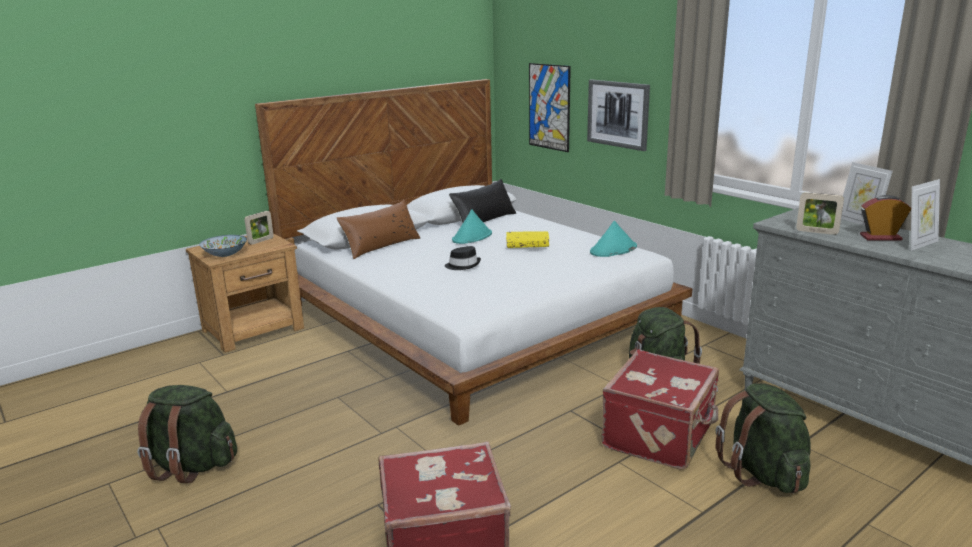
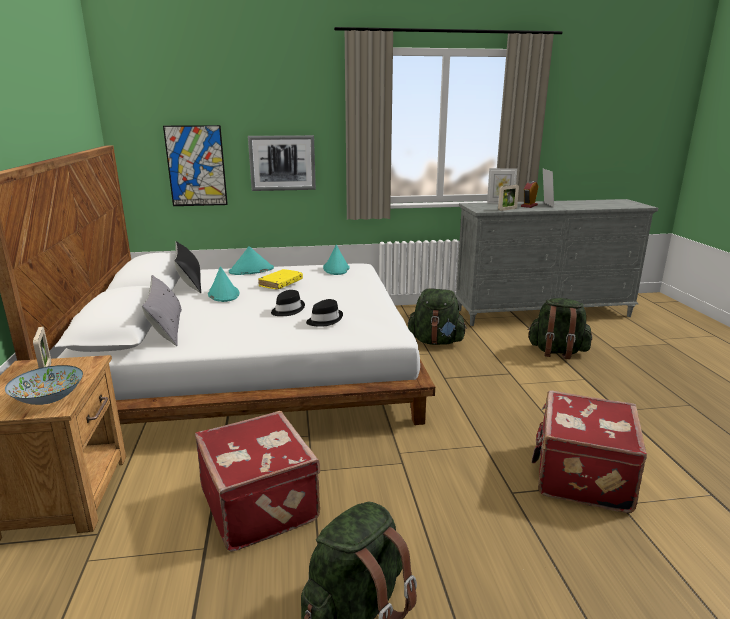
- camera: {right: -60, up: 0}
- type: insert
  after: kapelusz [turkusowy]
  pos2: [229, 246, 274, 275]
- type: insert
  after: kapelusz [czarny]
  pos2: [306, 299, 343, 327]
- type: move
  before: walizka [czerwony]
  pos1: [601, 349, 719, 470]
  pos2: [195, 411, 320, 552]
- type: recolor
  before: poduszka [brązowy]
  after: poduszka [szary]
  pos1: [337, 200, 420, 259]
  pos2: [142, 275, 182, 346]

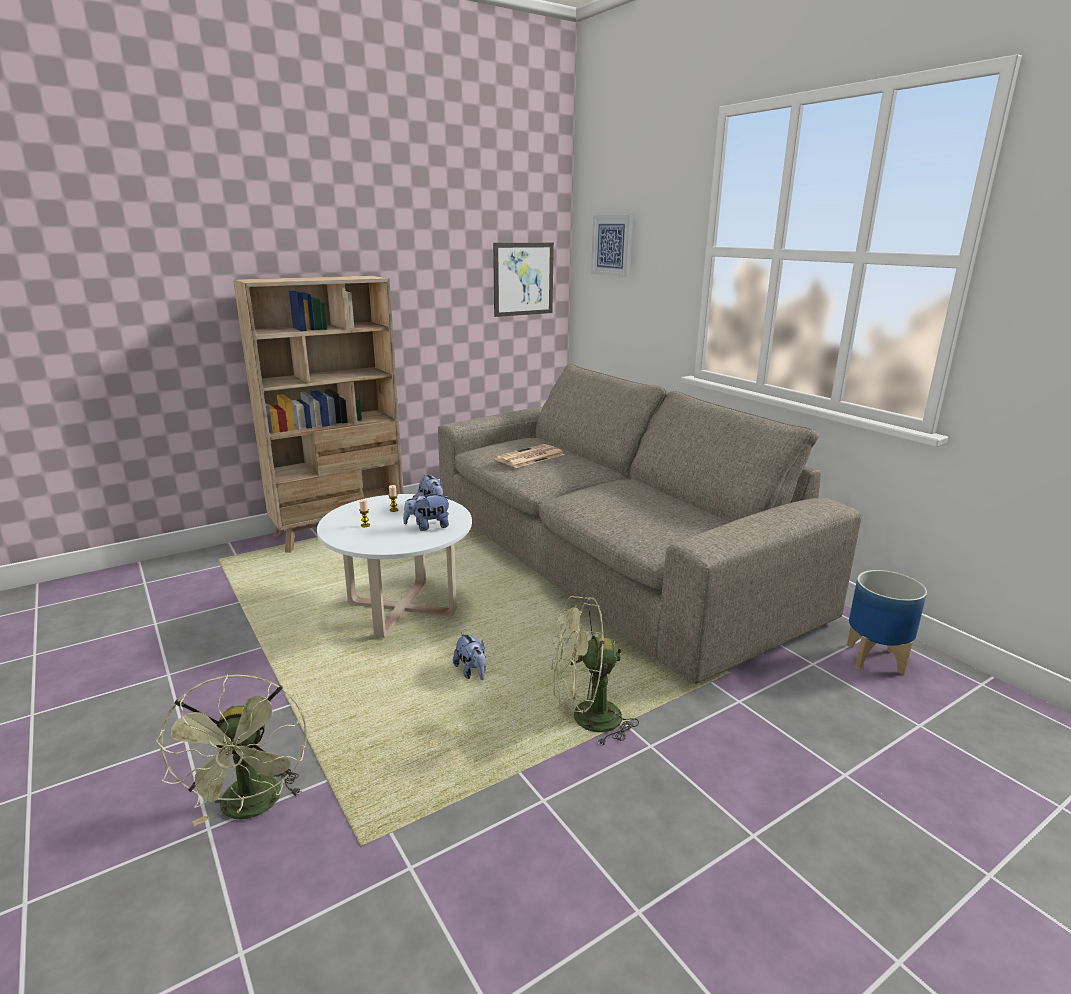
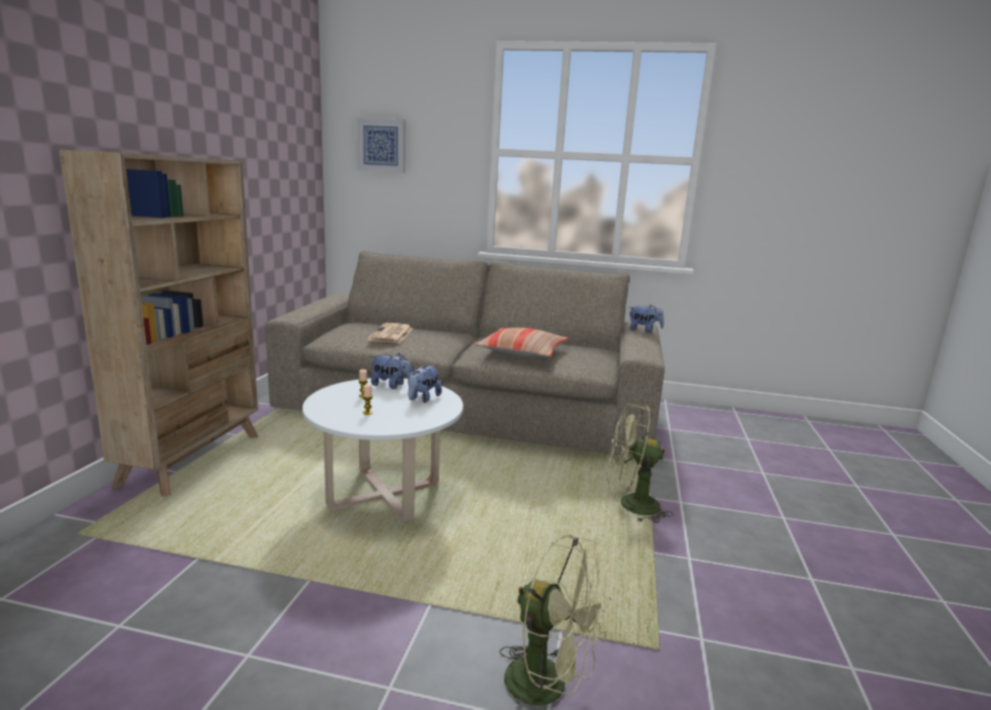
- camera: {right: -45, up: -5}
- type: delete
  before: obraz
  pos1: [493, 243, 554, 317]
- type: delete
  before: donica
  pos1: [847, 570, 927, 675]
- type: insert
  after: poduszka
  pos2: [475, 327, 569, 358]
- type: move
  before: pluszak
  pos1: [453, 632, 486, 680]
  pos2: [628, 305, 664, 333]
- type: rotate
  before: wentylator [zielony]
  pos1: [551, 596, 639, 746]
  pos2: [606, 404, 674, 523]
  turn: 60

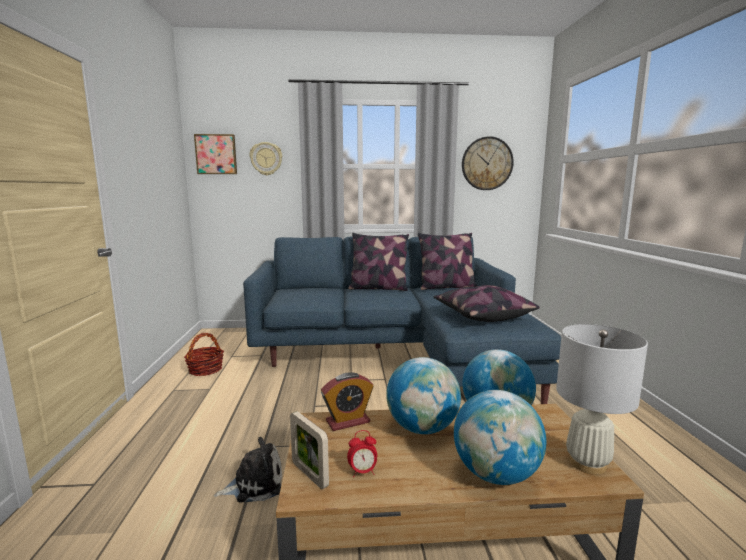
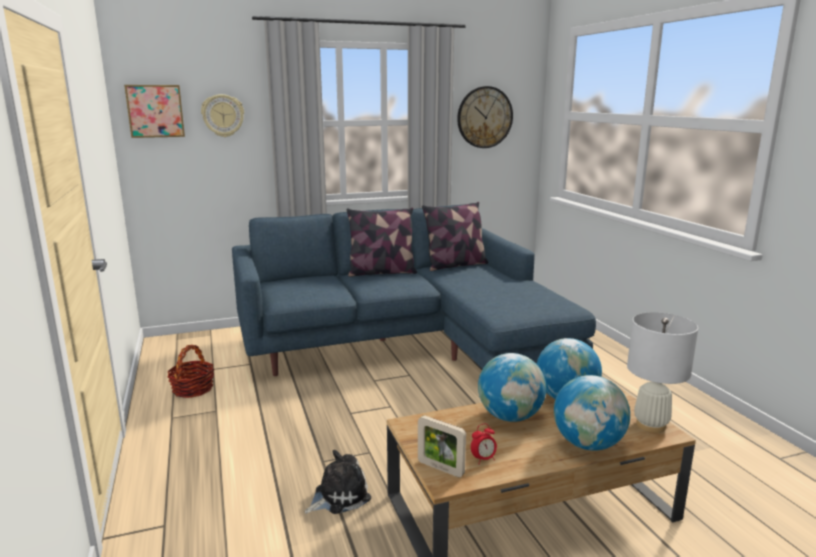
- camera: {right: -15, up: 5}
- type: delete
  before: budzik
  pos1: [321, 372, 374, 431]
- type: delete
  before: poduszka
  pos1: [434, 285, 540, 322]

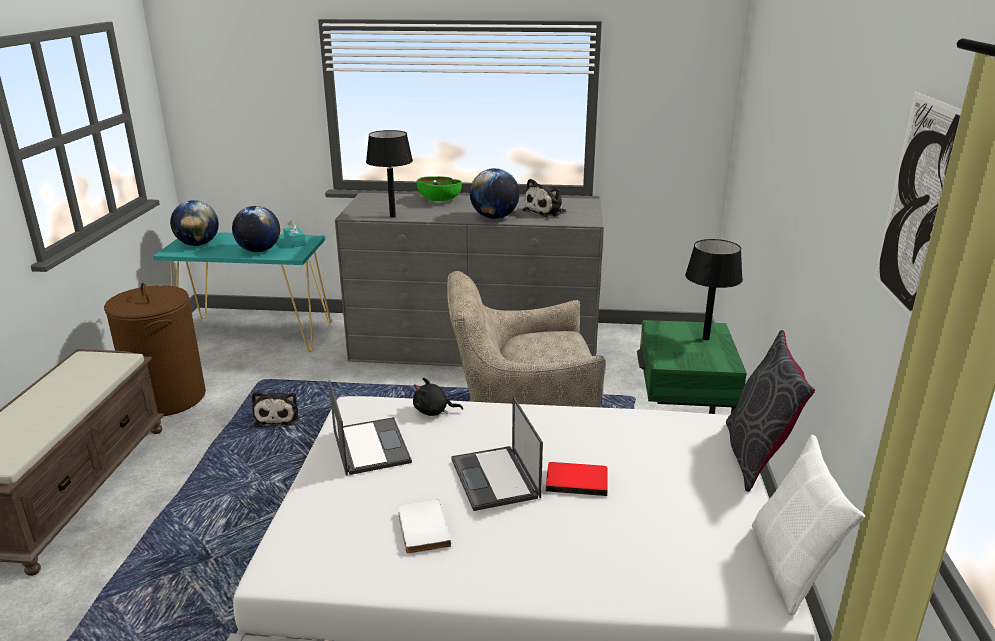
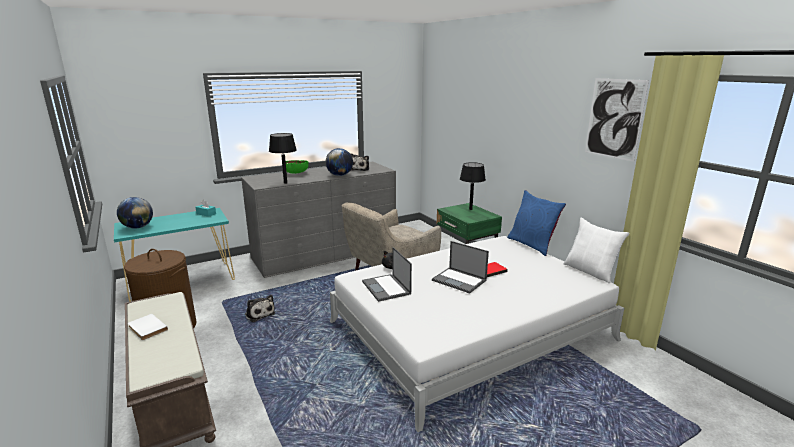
- camera: {right: -35, up: -5}
- type: delete
  before: globus
  pos1: [232, 206, 280, 252]
- type: move
  before: książka [biały]
  pos1: [398, 499, 451, 554]
  pos2: [128, 314, 168, 340]
- type: recolor
  before: poduszka [szary]
  after: poduszka [niebieski]
  pos1: [726, 330, 815, 492]
  pos2: [507, 190, 566, 256]
- type: rotate
  before: laptop
  pos1: [329, 380, 412, 476]
  pos2: [362, 247, 412, 302]
  turn: -150

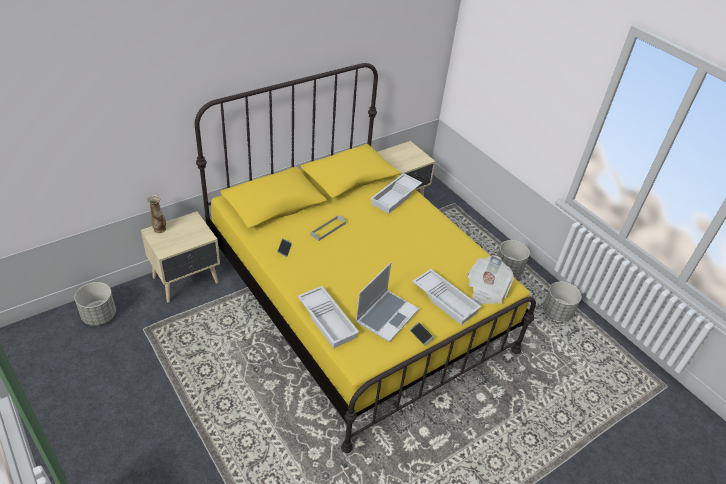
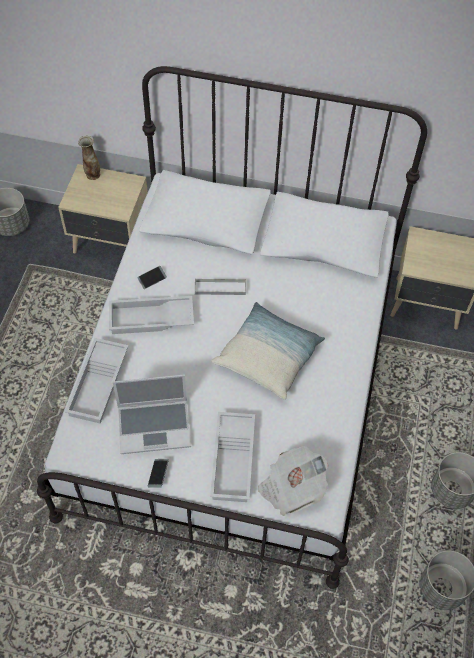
- camera: {right: 50, up: 15}
- type: insert
  after: poduszka
  pos2: [211, 302, 325, 400]
- type: move
  before: taca [biały]
  pos1: [370, 173, 422, 214]
  pos2: [109, 296, 194, 334]
- type: recolor
  before: łóżko [żółty]
  after: łóżko [biały]
  pos1: [195, 63, 536, 453]
  pos2: [37, 66, 427, 589]

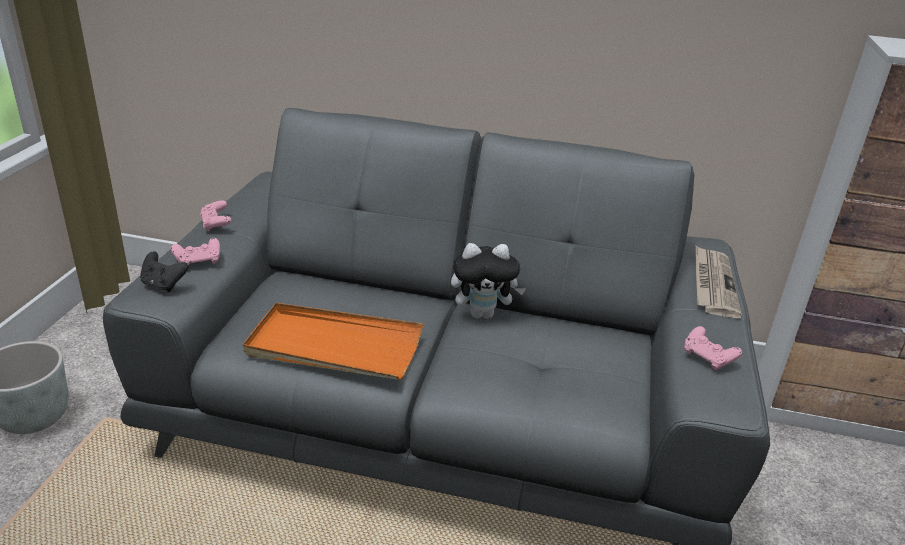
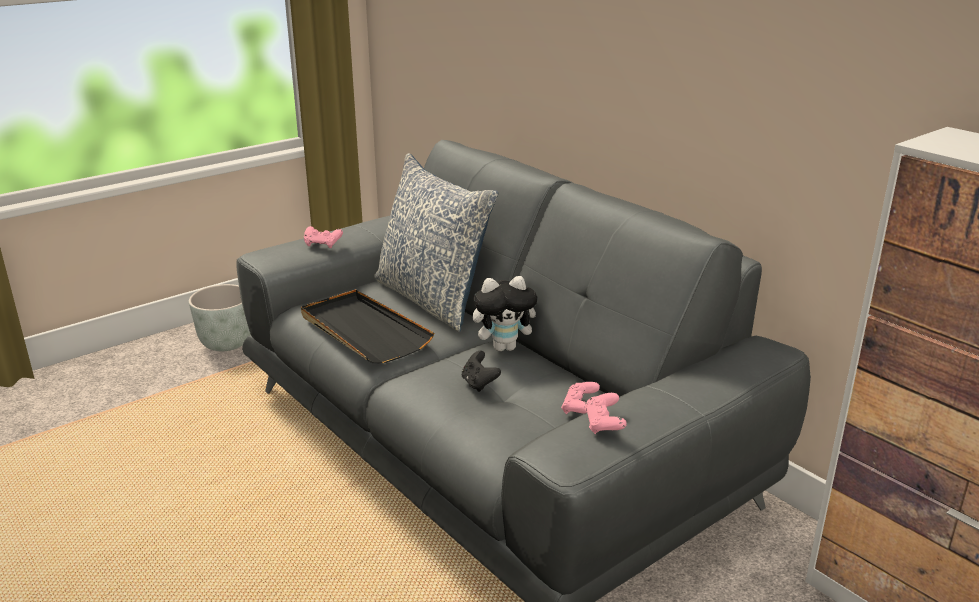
- camera: {right: 40, up: -5}
- type: delete
  before: gazeta
  pos1: [696, 246, 742, 318]
- type: insert
  after: poduszka
  pos2: [374, 153, 498, 332]
- type: move
  before: pad do gier [czarny]
  pos1: [140, 251, 189, 292]
  pos2: [462, 351, 501, 392]
- type: move
  before: pad do gier [różowy]
  pos1: [200, 201, 231, 232]
  pos2: [561, 382, 600, 414]
- type: recolor
  before: taca [pomarańczowy]
  after: taca [czarny]
  pos1: [243, 303, 423, 380]
  pos2: [301, 289, 434, 364]
- type: rotate
  before: pluszak
  pos1: [451, 243, 526, 319]
  pos2: [473, 276, 538, 351]
  turn: -45

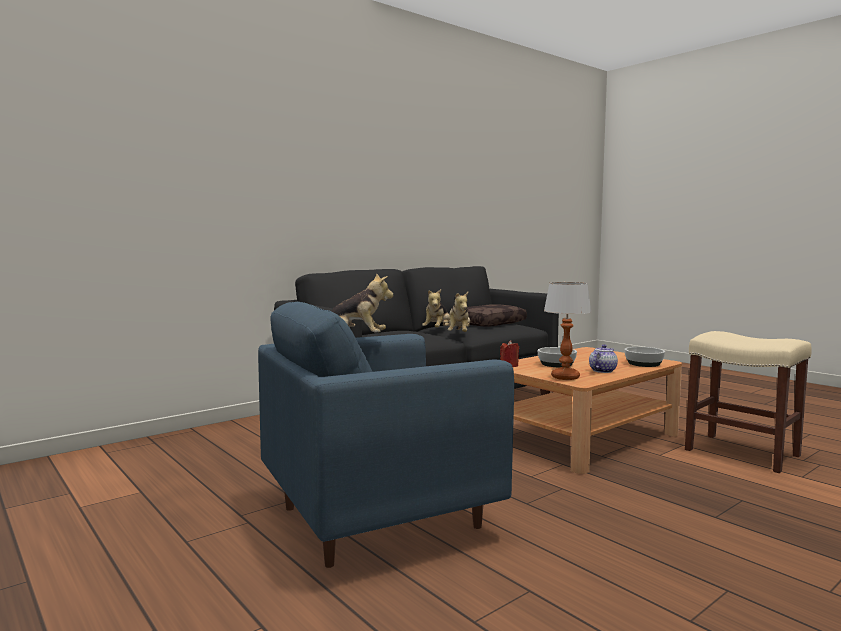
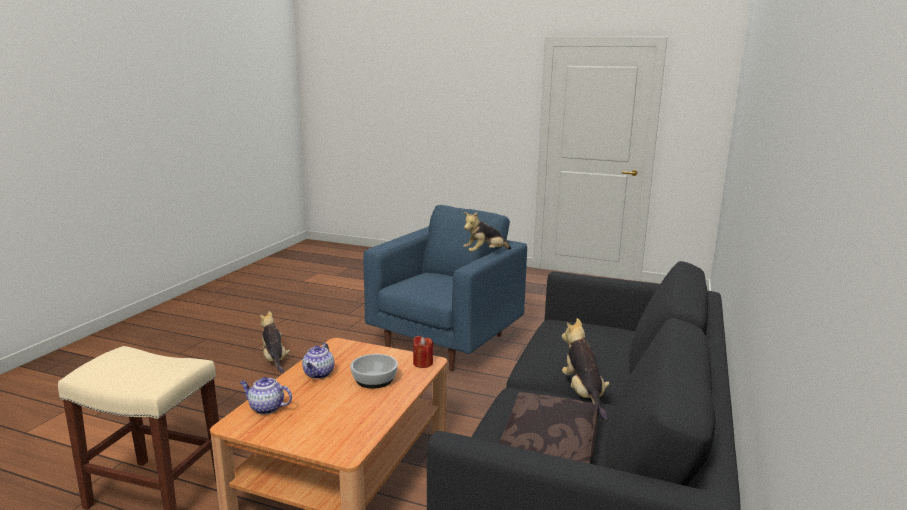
- camera: {right: 150, up: 10}
- type: delete
  before: lampa stołowa
  pos1: [544, 282, 591, 380]
- type: move
  before: pluszak
  pos1: [445, 292, 470, 332]
  pos2: [260, 311, 290, 373]
- type: replace
  before: miska
  after: imbryk
  pos1: [624, 347, 665, 367]
  pos2: [240, 377, 292, 414]

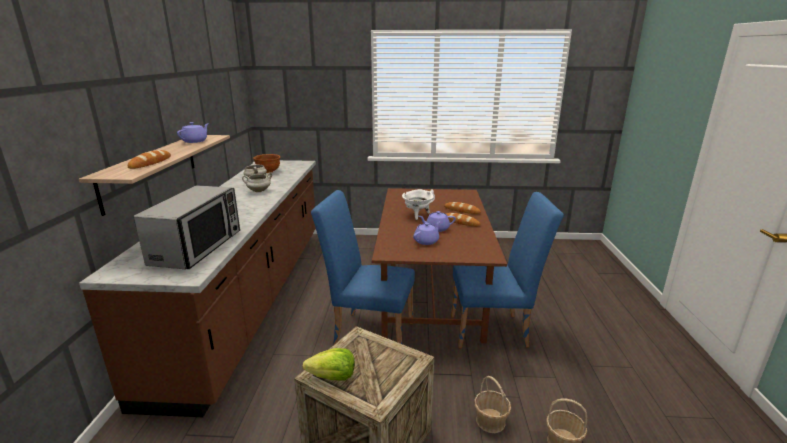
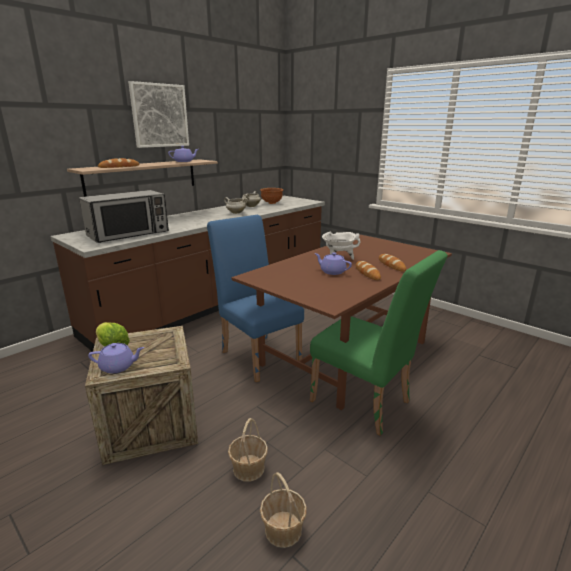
- camera: {right: 40, up: 0}
- type: insert
  after: obraz
  pos2: [128, 81, 189, 148]
- type: move
  before: imbryk [fioletowy]
  pos1: [413, 221, 441, 245]
  pos2: [88, 343, 144, 373]
- type: recolor
  before: krzesło [niebieski]
  after: krzesło [zielony]
  pos1: [451, 192, 564, 348]
  pos2: [310, 250, 448, 436]

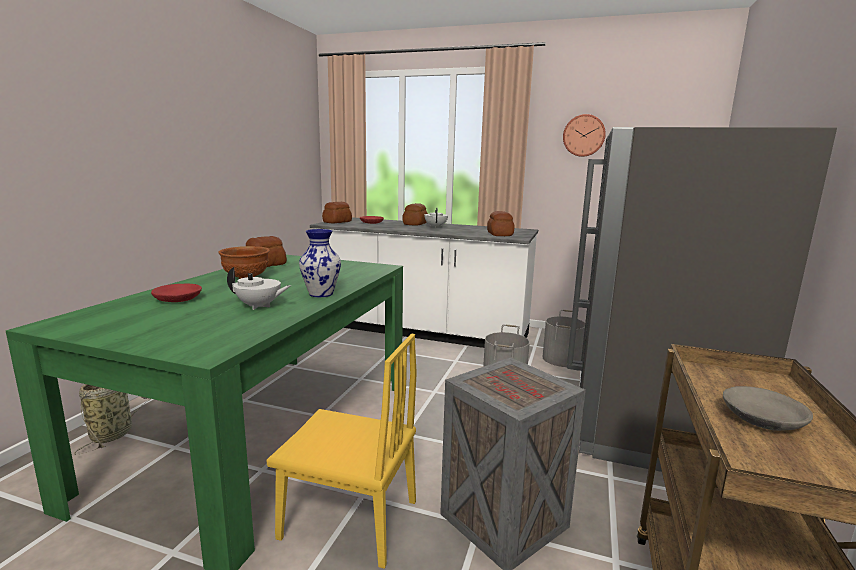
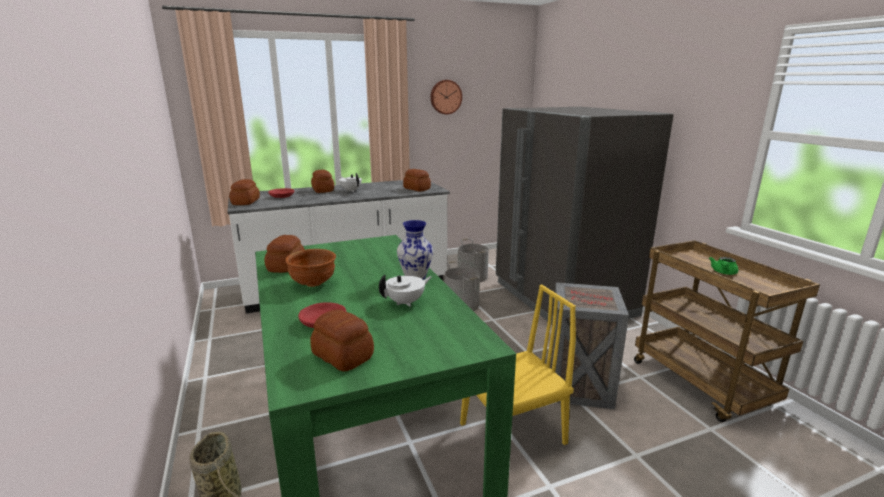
- camera: {right: -40, up: 5}
- type: insert
  after: chleb
  pos2: [310, 309, 374, 371]
- type: replace
  before: miska [szary]
  after: imbryk [zielony]
  pos1: [723, 386, 813, 431]
  pos2: [709, 257, 739, 275]

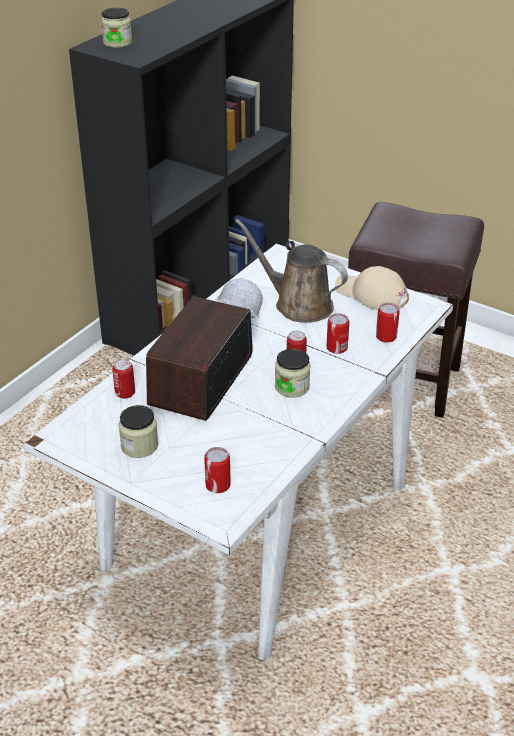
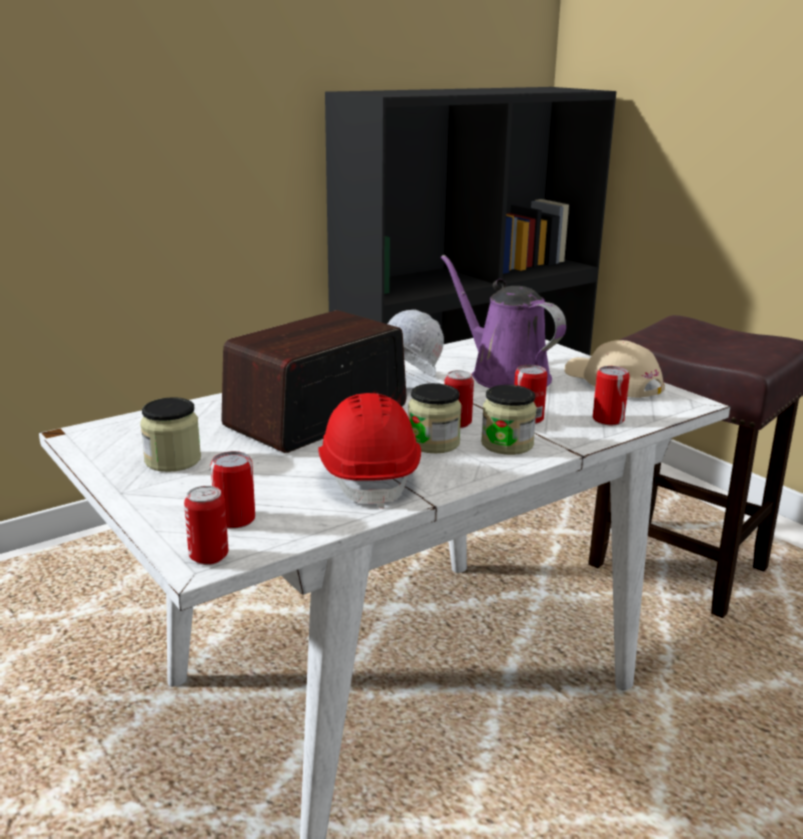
- camera: {right: 20, up: -15}
- type: insert
  after: kask [czerwony]
  pos2: [318, 393, 421, 509]
- type: move
  before: słoik
  pos1: [101, 8, 132, 48]
  pos2: [481, 385, 537, 455]
- type: move
  before: puszka
  pos1: [112, 359, 135, 399]
  pos2: [184, 486, 228, 565]
- type: recolor
  before: konewka [brązowy]
  after: konewka [fioletowy]
  pos1: [235, 219, 348, 323]
  pos2: [441, 255, 566, 388]

